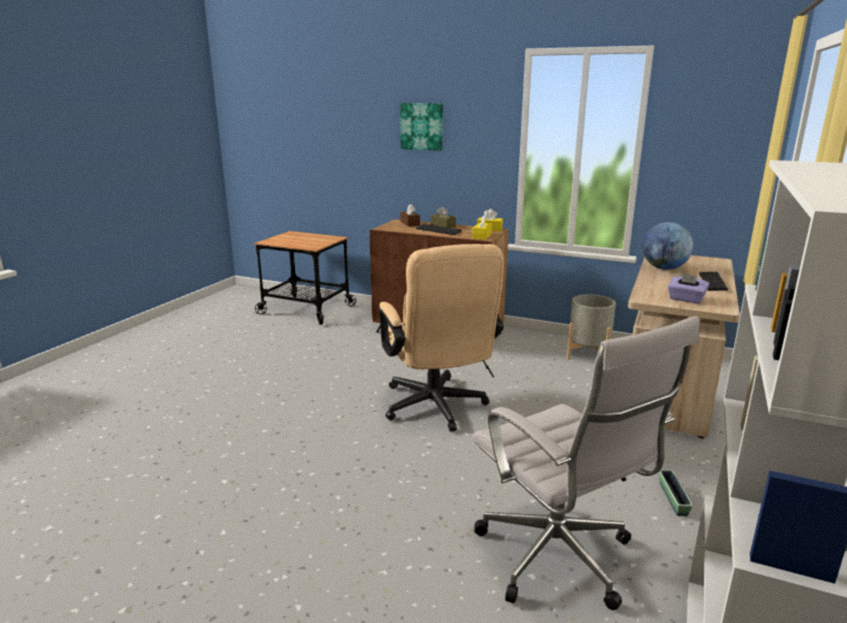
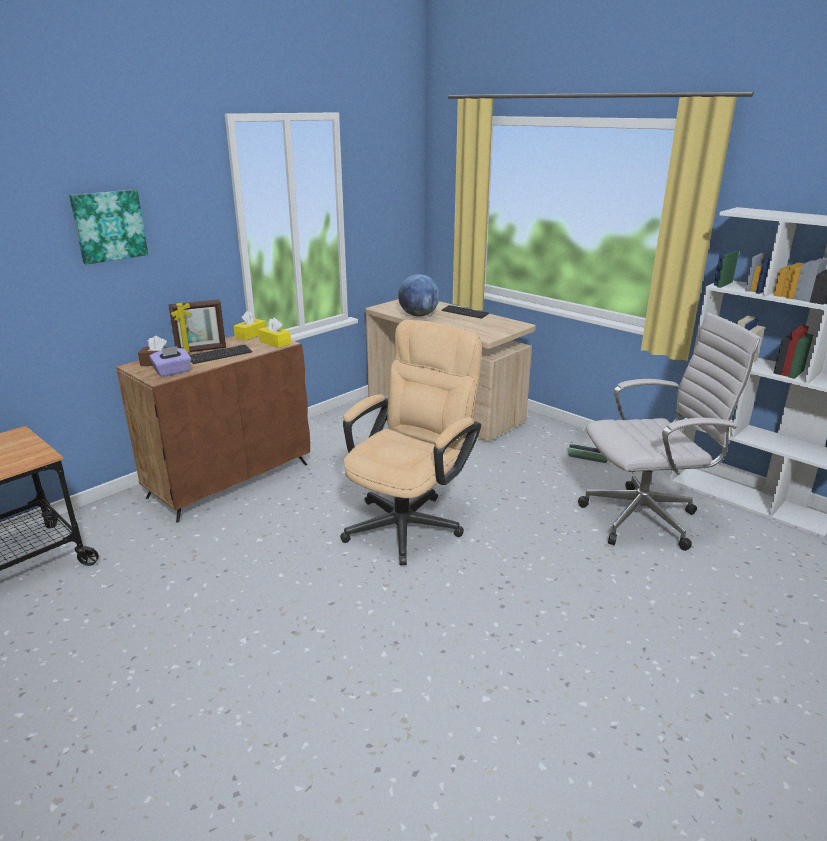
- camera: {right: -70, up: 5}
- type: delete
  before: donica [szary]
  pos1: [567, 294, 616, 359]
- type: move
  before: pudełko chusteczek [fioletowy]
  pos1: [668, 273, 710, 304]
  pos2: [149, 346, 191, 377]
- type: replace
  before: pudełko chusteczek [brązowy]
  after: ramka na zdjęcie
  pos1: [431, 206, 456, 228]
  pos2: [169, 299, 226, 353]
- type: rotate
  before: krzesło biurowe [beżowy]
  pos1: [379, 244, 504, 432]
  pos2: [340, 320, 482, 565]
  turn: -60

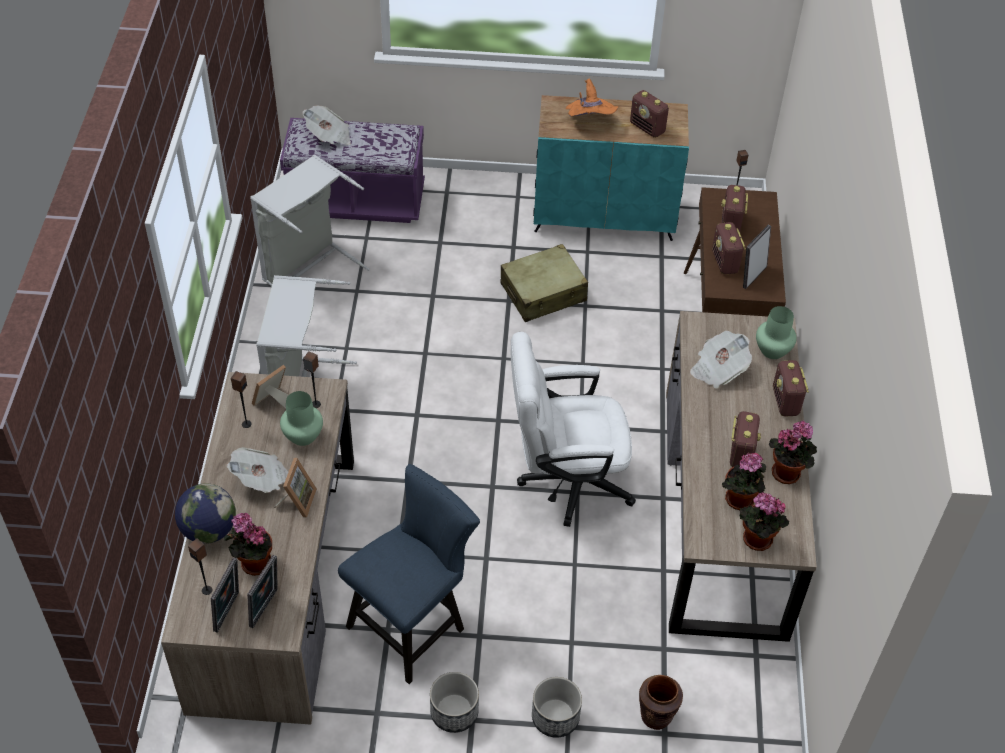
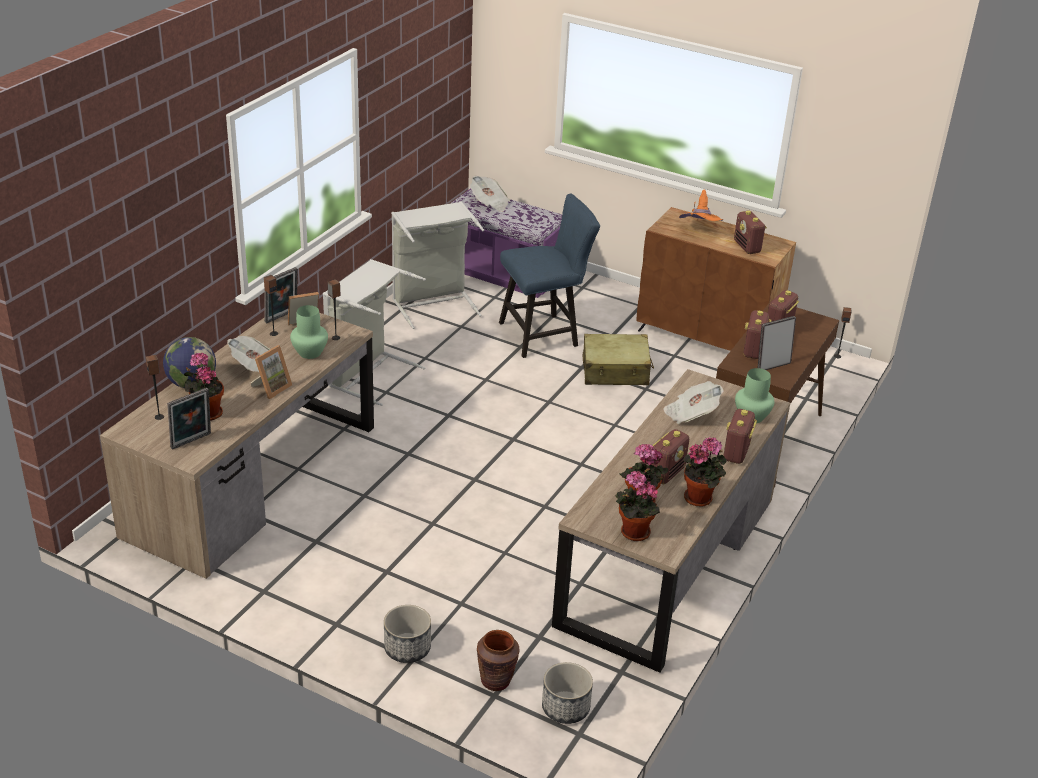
- camera: {right: 25, up: -15}
- type: delete
  before: krzesło biurowe [biały]
  pos1: [511, 332, 636, 527]
- type: move
  before: ramka na zdjęcie
  pos1: [211, 557, 239, 633]
  pos2: [264, 267, 298, 323]
- type: move
  before: krzesło [niebieski]
  pos1: [338, 464, 480, 684]
  pos2: [499, 193, 600, 358]
- type: move
  before: donica
  pos1: [430, 672, 479, 733]
  pos2: [542, 662, 593, 724]
- type: recolor
  before: szafka [turkusowy]
  after: szafka [brązowy]
  pos1: [533, 95, 689, 241]
  pos2: [636, 207, 796, 351]

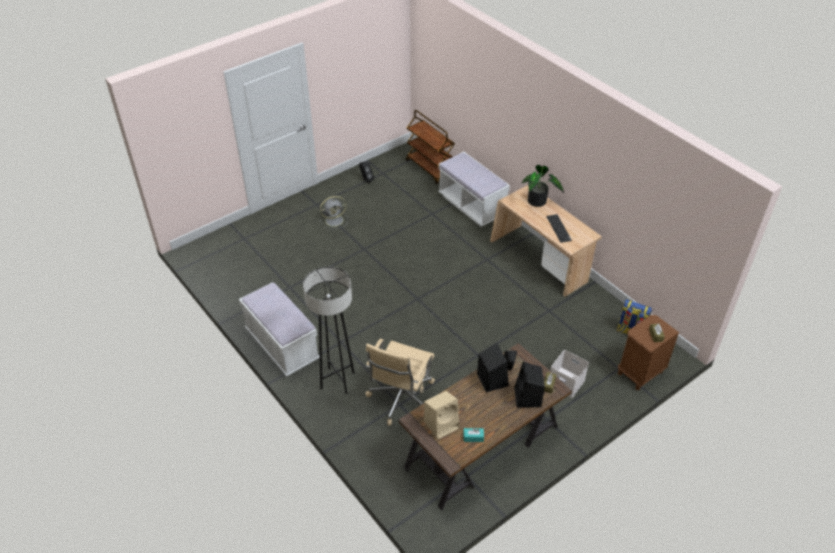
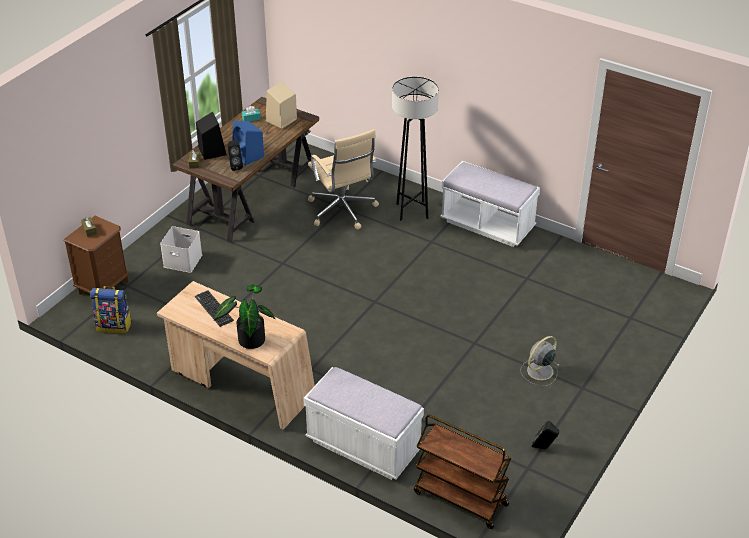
- camera: {right: 160, up: -5}
- type: recolor
  before: głośnik [czarny]
  after: głośnik [niebieski]
  pos1: [477, 344, 509, 392]
  pos2: [233, 121, 264, 165]
- type: rotate
  before: krzesło biurowe [beżowy]
  pos1: [365, 339, 435, 426]
  pos2: [308, 129, 379, 229]
  turn: 150

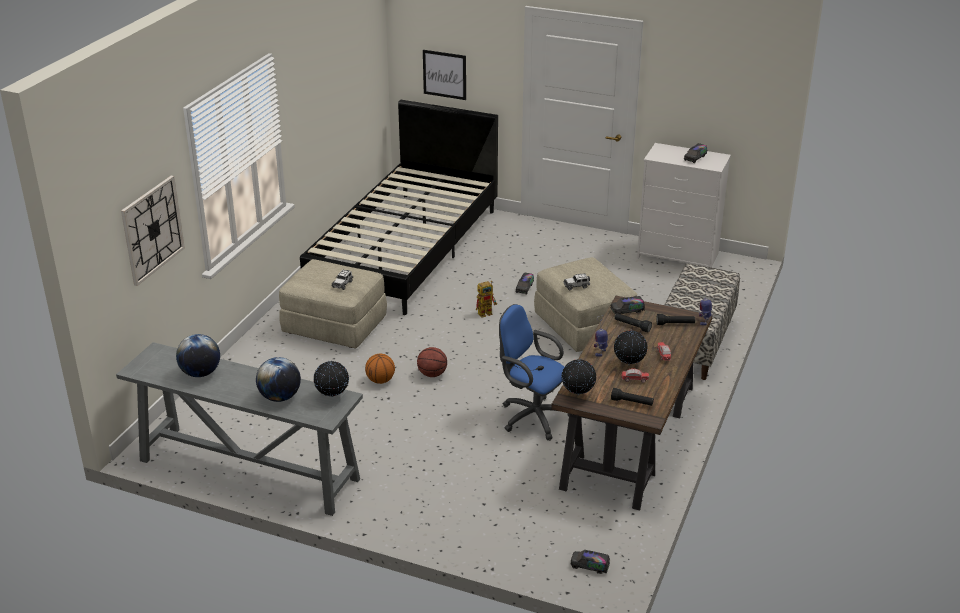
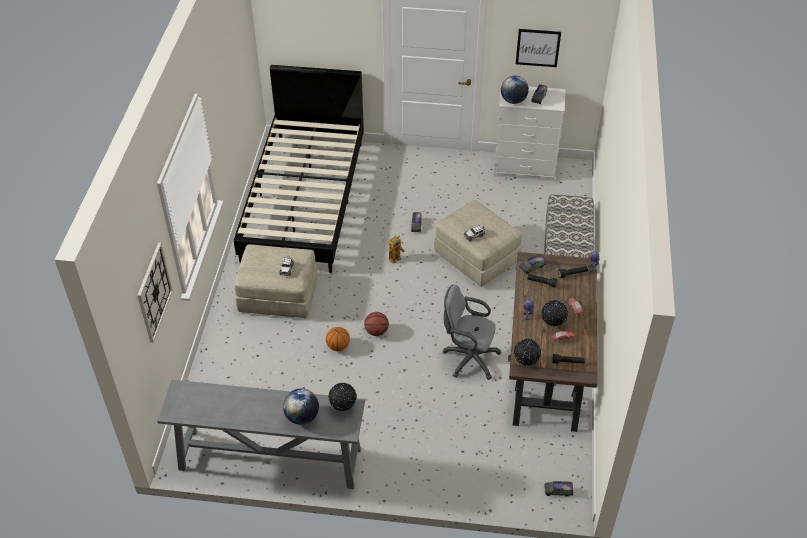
- camera: {right: -15, up: 15}
- type: move
  before: globus
  pos1: [176, 334, 220, 377]
  pos2: [501, 76, 529, 104]
- type: move
  before: obraz
  pos1: [423, 50, 466, 100]
  pos2: [516, 29, 561, 67]
- type: recolor
  before: krzesło biurowe [niebieski]
  after: krzesło biurowe [szary]
  pos1: [499, 304, 569, 440]
  pos2: [443, 285, 501, 380]

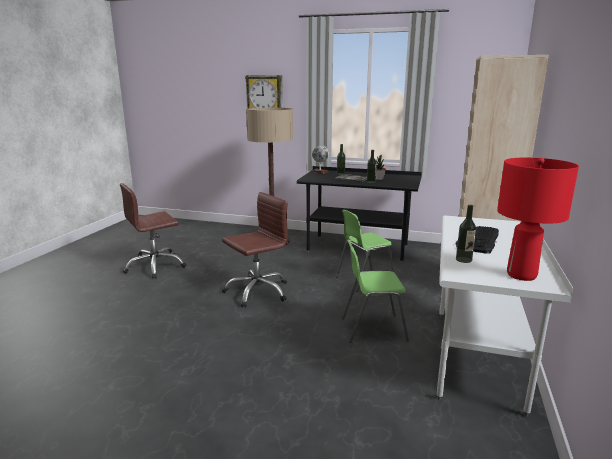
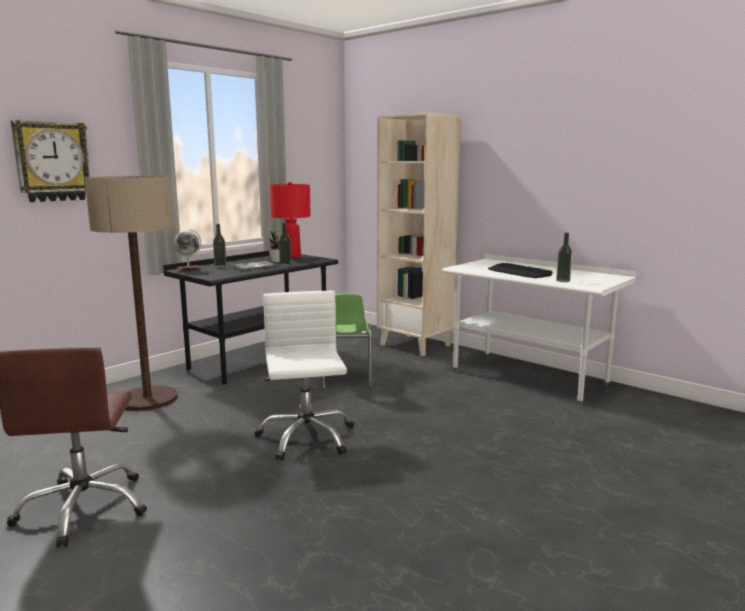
- camera: {right: -65, up: -5}
- type: delete
  before: krzesło [zielony]
  pos1: [342, 239, 409, 343]
- type: move
  before: lampa stołowa [czerwony]
  pos1: [497, 158, 579, 281]
  pos2: [270, 182, 311, 258]
- type: recolor
  before: krzesło biurowe [brązowy]
  after: krzesło biurowe [biały]
  pos1: [222, 192, 288, 308]
  pos2: [254, 291, 354, 461]

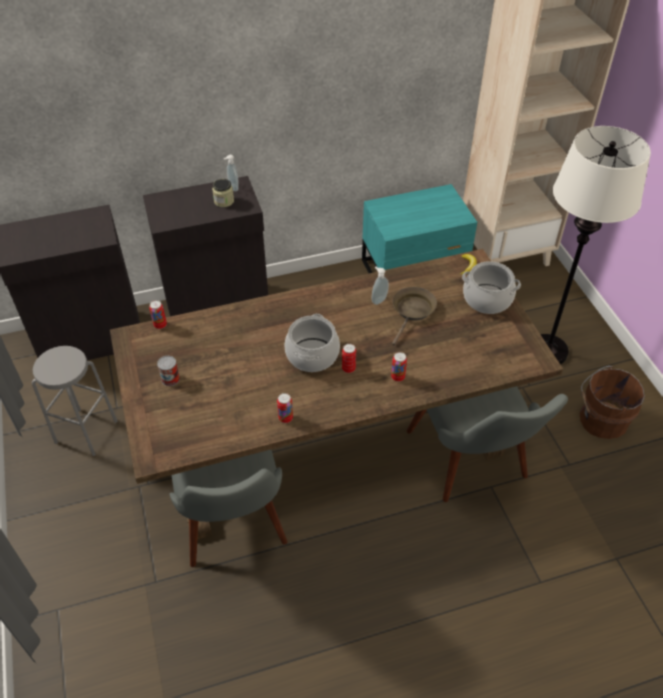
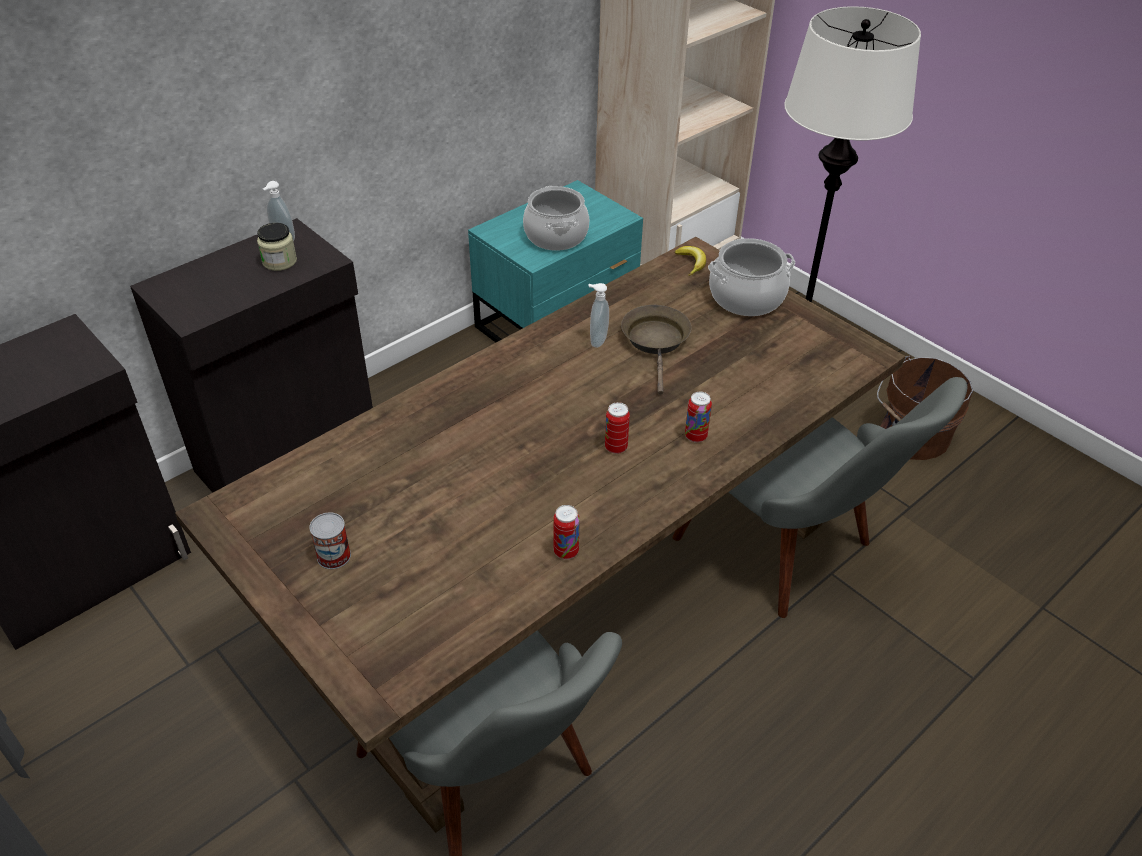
- camera: {right: -25, up: -5}
- type: delete
  before: stołek [szary]
  pos1: [32, 346, 118, 456]
- type: delete
  before: puszka
  pos1: [149, 300, 167, 329]
- type: move
  before: garnek
  pos1: [284, 314, 340, 372]
  pos2: [523, 186, 589, 251]

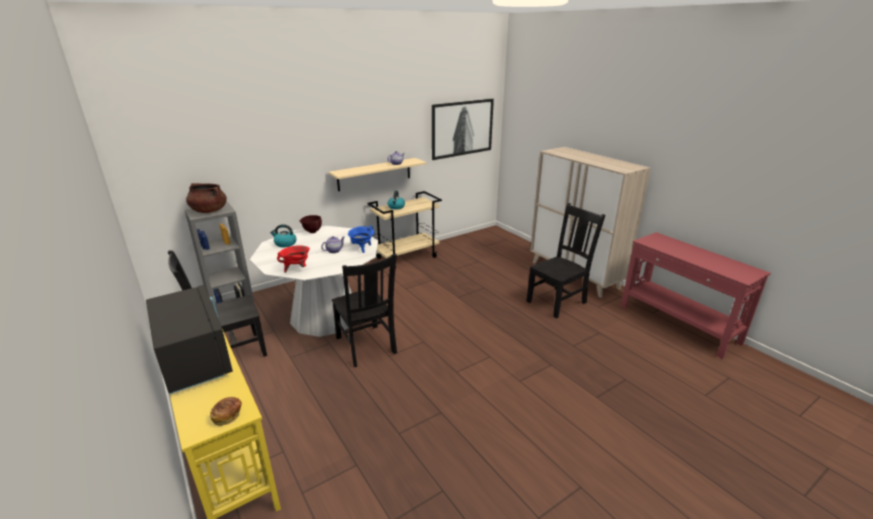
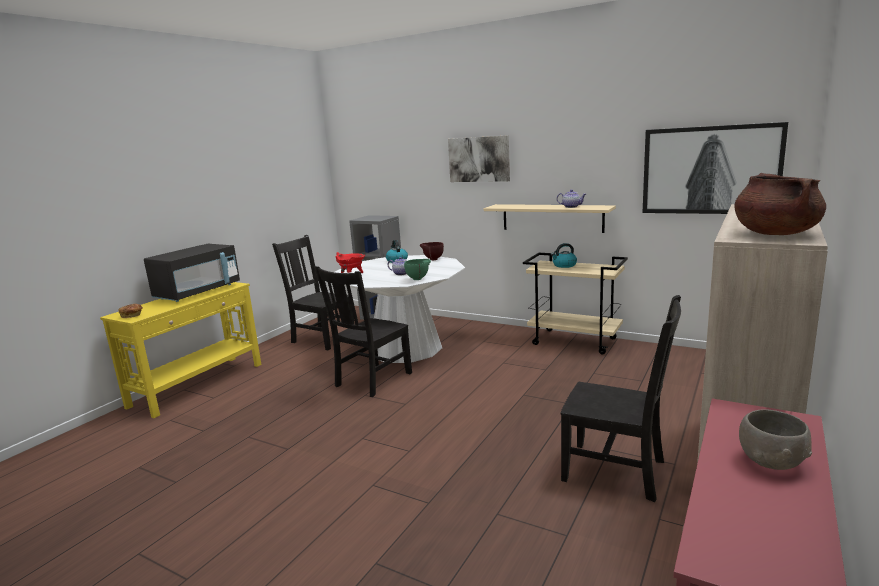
- camera: {right: 65, up: -10}
- type: insert
  after: obraz
  pos2: [448, 135, 510, 182]
- type: insert
  after: miska [szary]
  pos2: [739, 409, 812, 470]
- type: move
  before: garnek [brązowy]
  pos1: [186, 183, 227, 213]
  pos2: [734, 173, 826, 235]
- type: replace
  before: garnek [niebieski]
  after: miska [zielony]
  pos1: [348, 225, 374, 253]
  pos2: [404, 259, 431, 280]

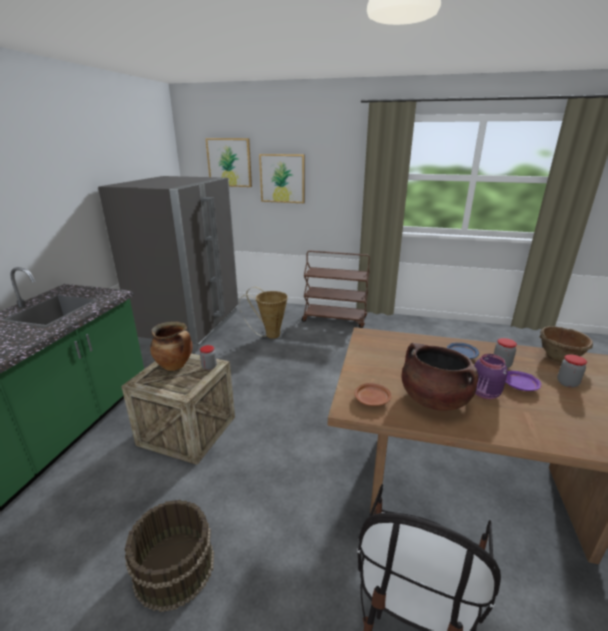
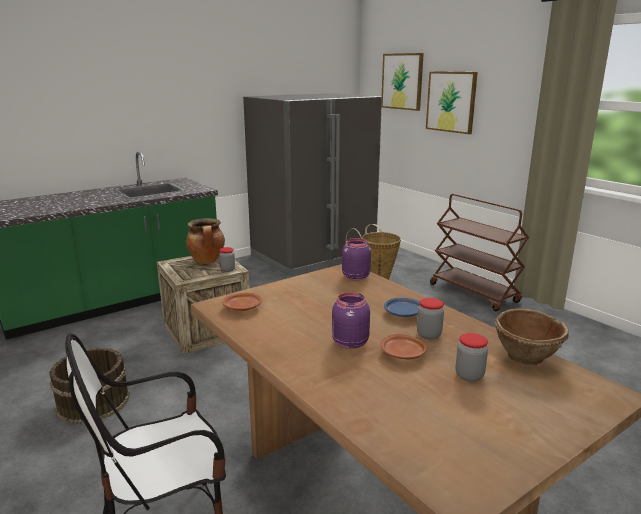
- camera: {right: 40, up: -5}
- type: delete
  before: garnek [brązowy]
  pos1: [401, 343, 478, 411]
- type: insert
  after: słoik [fioletowy]
  pos2: [342, 238, 371, 281]
- type: recolor
  before: talerz [fioletowy]
  after: talerz [brązowy]
  pos1: [505, 371, 542, 391]
  pos2: [380, 334, 427, 359]

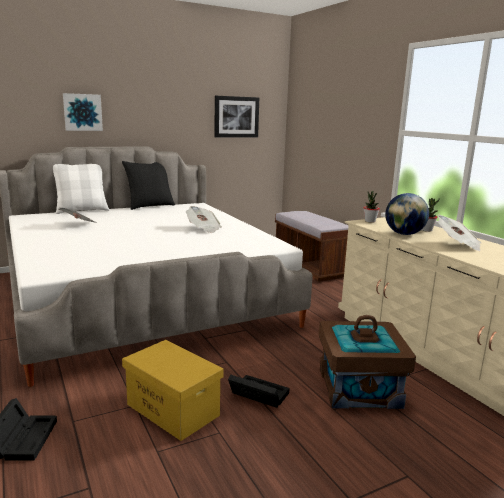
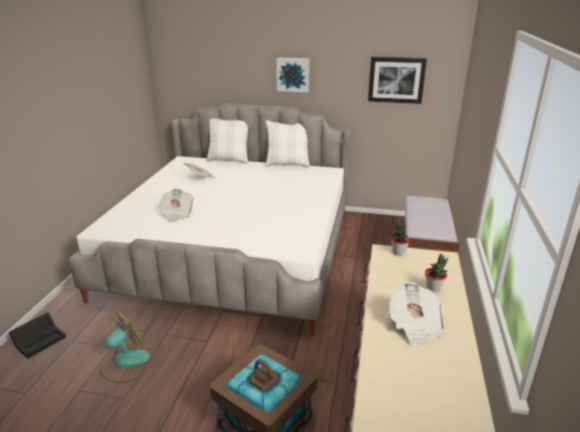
- camera: {right: 40, up: 10}
- type: delete
  before: pojemnik do przechowywania [czarny]
  pos1: [228, 375, 289, 408]
- type: delete
  before: globus
  pos1: [385, 193, 429, 235]
- type: move
  before: obraz
  pos1: [63, 93, 103, 131]
  pos2: [277, 57, 310, 93]
- type: move
  before: gazeta
  pos1: [186, 206, 222, 233]
  pos2: [159, 189, 194, 223]
- type: replace
  before: pojemnik do przechowywania [żółty]
  after: wentylator
  pos1: [122, 340, 224, 441]
  pos2: [100, 310, 150, 383]
- type: recolor
  before: poduszka [czarny]
  after: poduszka [biały]
  pos1: [122, 161, 175, 210]
  pos2: [265, 120, 310, 167]

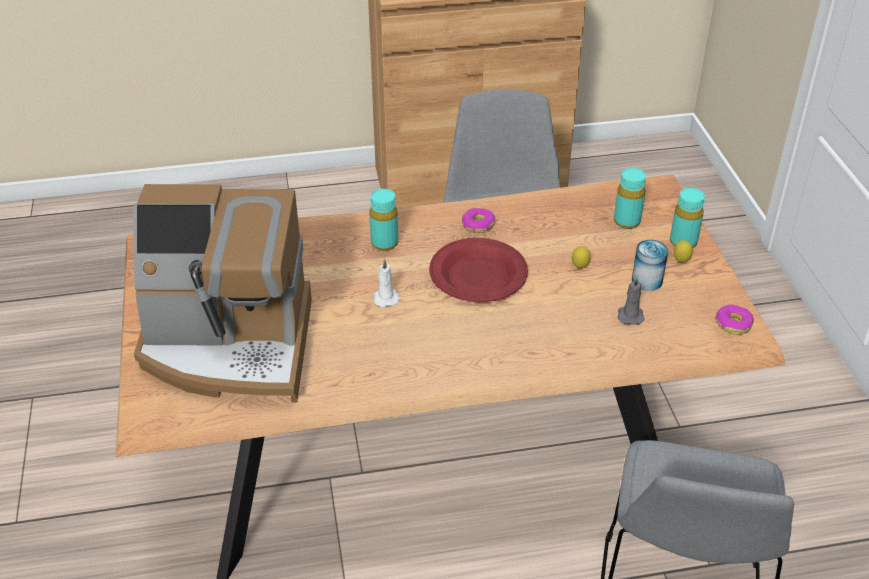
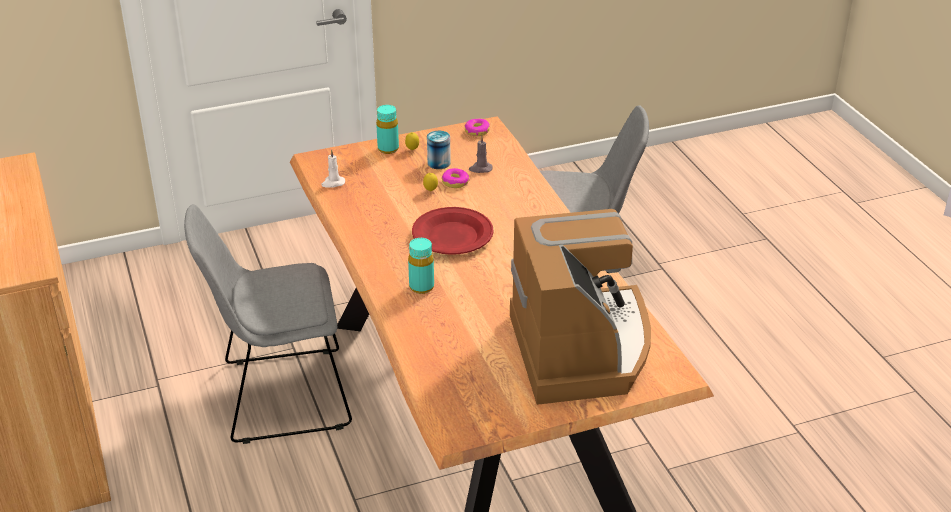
- camera: {right: -100, up: -5}
- type: delete
  before: butelka [turkusowy]
  pos1: [614, 168, 646, 229]
- type: move
  before: świeca [biały]
  pos1: [373, 259, 400, 307]
  pos2: [321, 149, 345, 188]
- type: move
  before: donut
  pos1: [462, 208, 495, 233]
  pos2: [442, 168, 470, 188]

